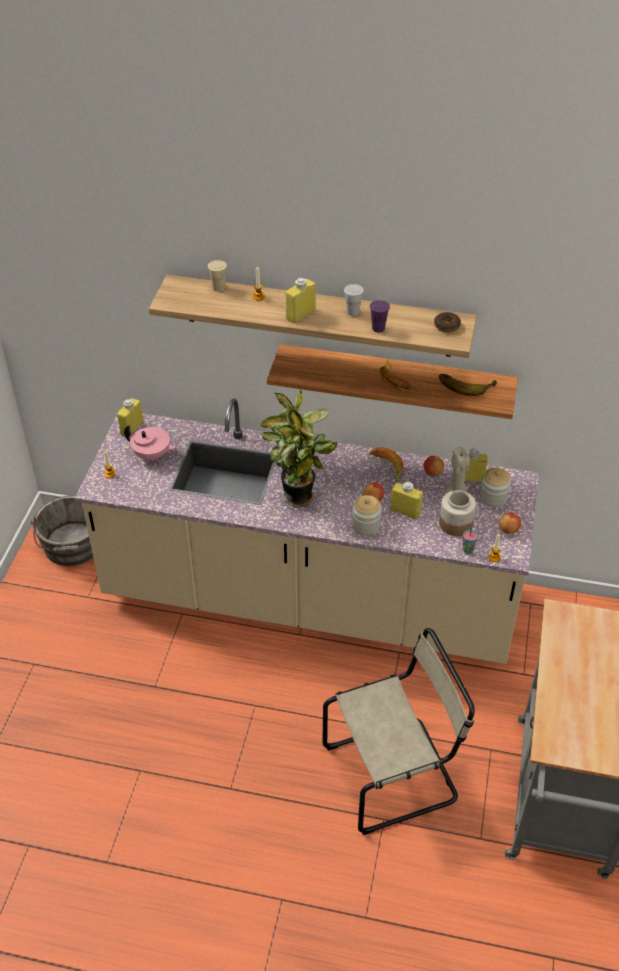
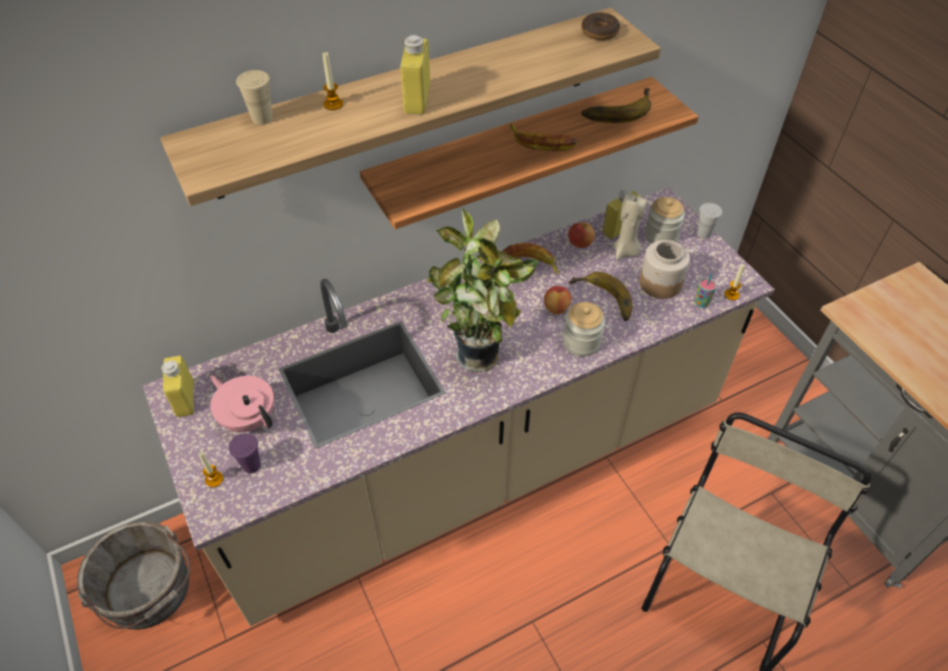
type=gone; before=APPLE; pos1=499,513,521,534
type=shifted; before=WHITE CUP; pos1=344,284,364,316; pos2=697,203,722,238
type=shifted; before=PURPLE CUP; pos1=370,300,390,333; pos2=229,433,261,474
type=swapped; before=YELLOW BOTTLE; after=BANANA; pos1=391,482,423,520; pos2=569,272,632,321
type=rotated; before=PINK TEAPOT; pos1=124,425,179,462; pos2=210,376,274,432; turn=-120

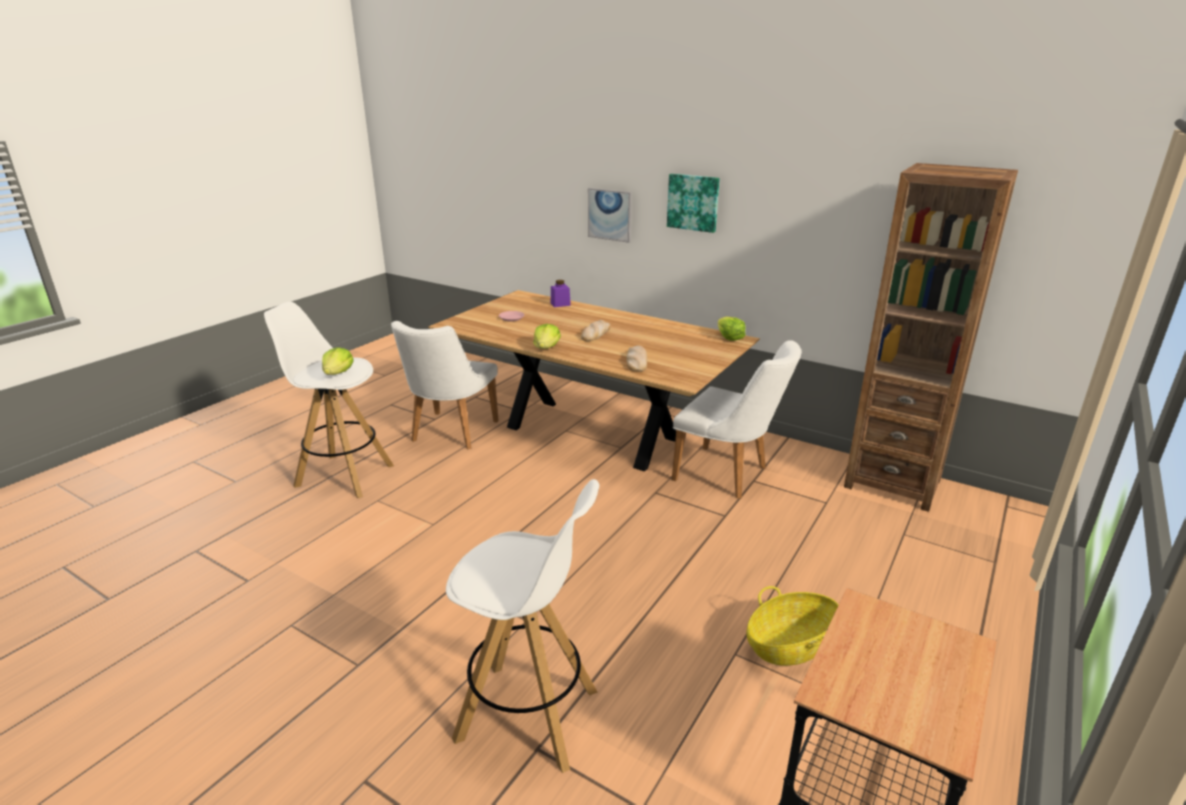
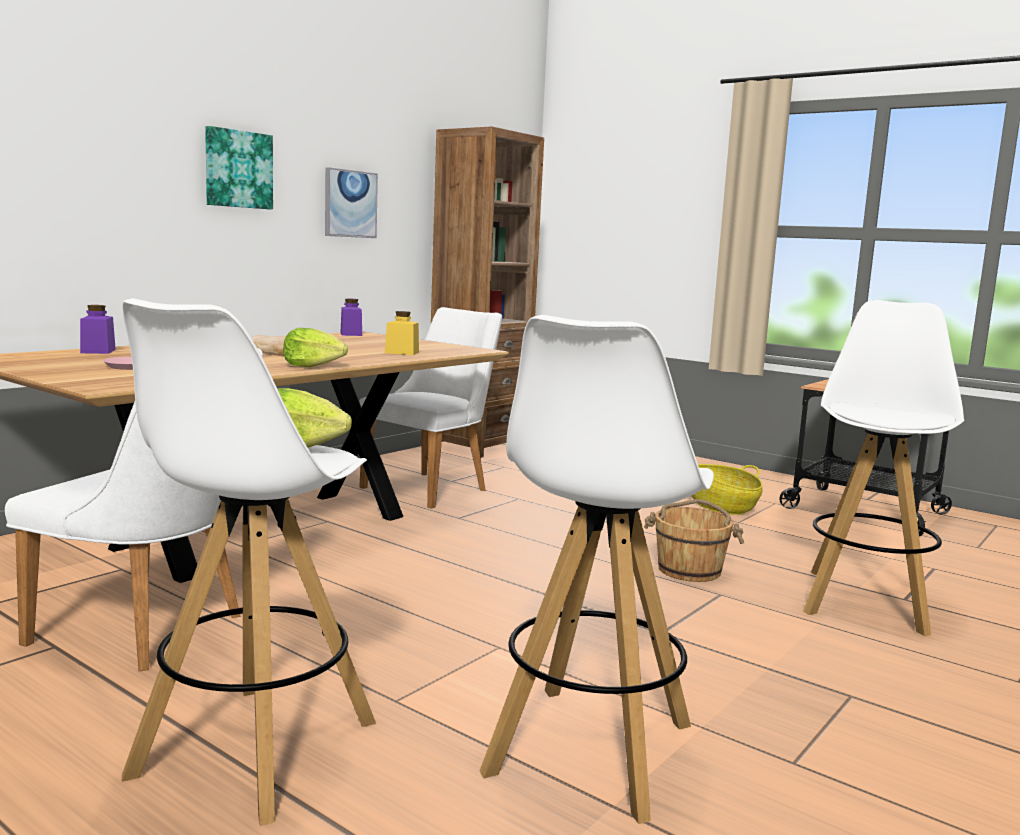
type=new; after=WHITE STOOL; pos2=480,315,714,824
type=new; after=BROWN BUCKET; pos2=644,499,744,582
type=shifted; before=PICTURE; pos1=588,188,632,243; pos2=325,167,378,238
type=swapped; before=BREAD; after=YELLOW JAR; pos1=626,345,647,371; pos2=385,311,419,355
type=swapped; before=LETTUCE; after=PURPLE JAR; pos1=718,317,746,341; pos2=340,299,362,336

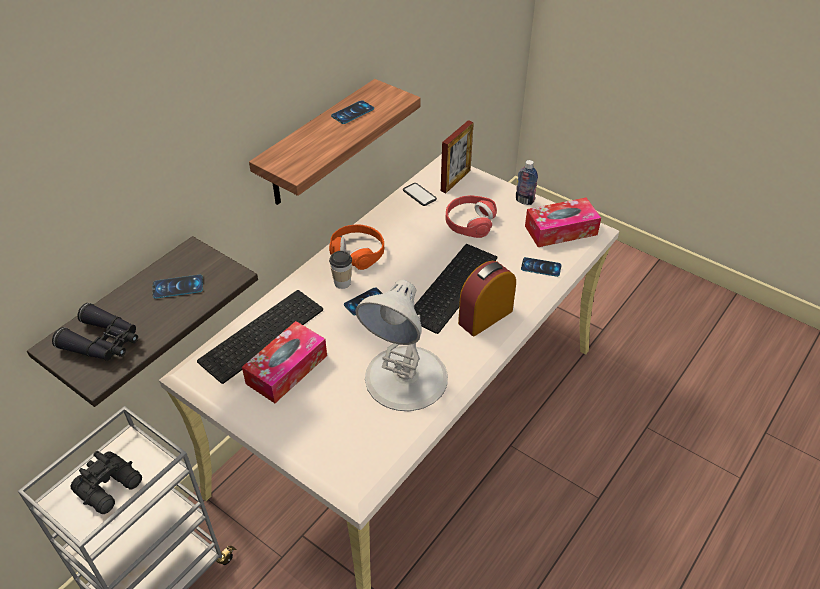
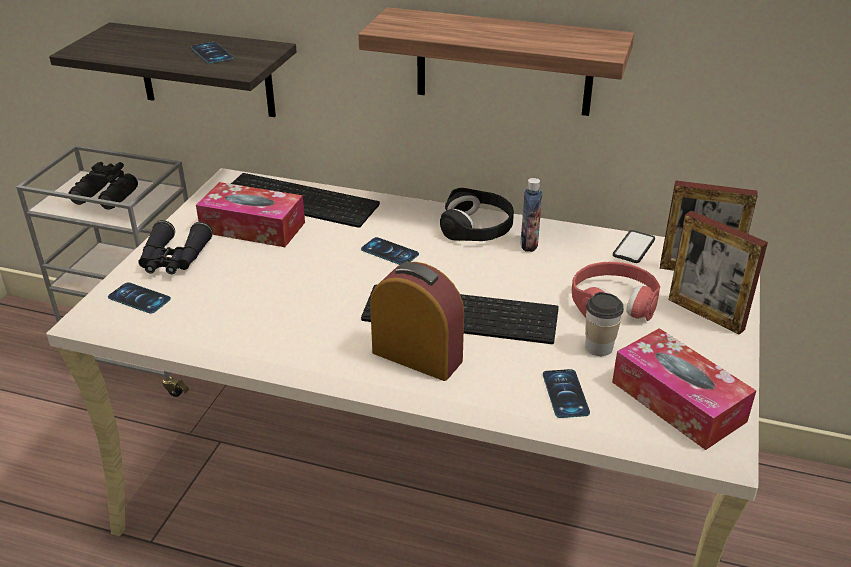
type=gone; before=WHITE TABLE LAMP; pos1=355,280,448,411
type=new; after=PICTURE FRAME; pos2=669,211,768,335
type=shifted; before=BLACK BINOCULARS; pos1=52,303,138,361; pos2=138,220,213,274
type=shifted; before=CUP; pos1=329,251,352,289; pos2=585,292,624,356
type=shifted; before=PHONE; pos1=331,100,374,124; pos2=108,282,171,314
type=shifted; before=BOTTLE; pos1=516,160,538,205; pos2=520,178,542,252
type=repainted; before=ORANGE HEADPHONES; after=BLACK HEADPHONES; pos1=329,224,384,270; pos2=440,188,514,241

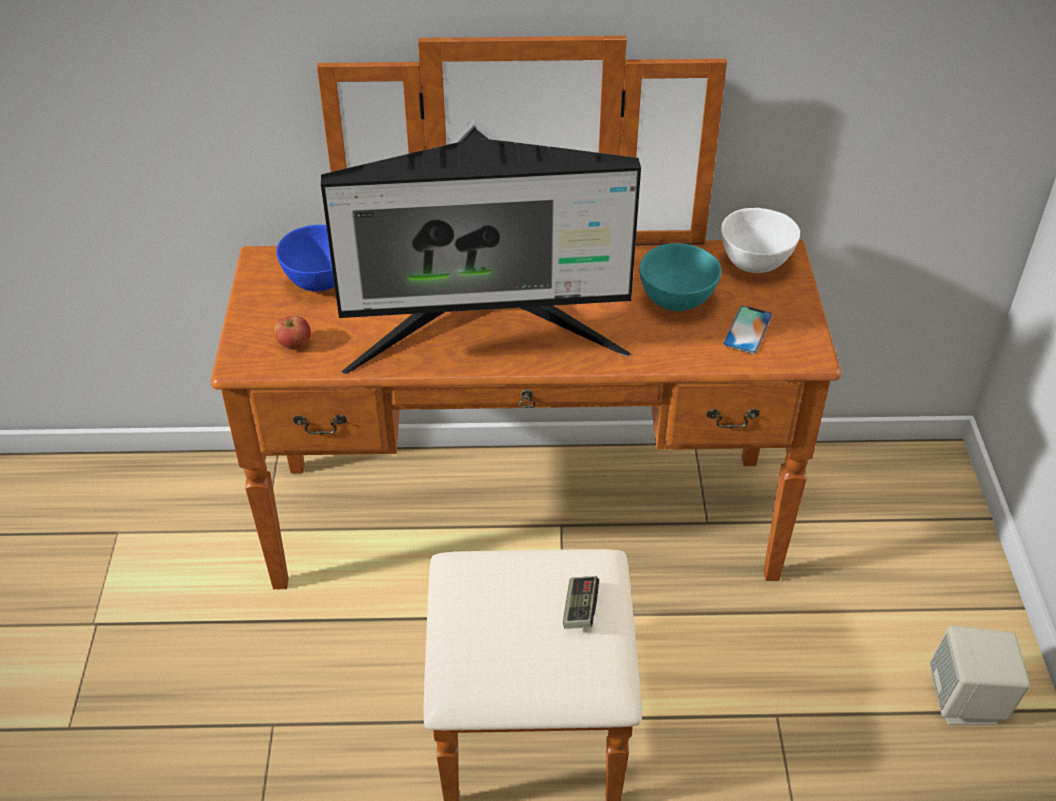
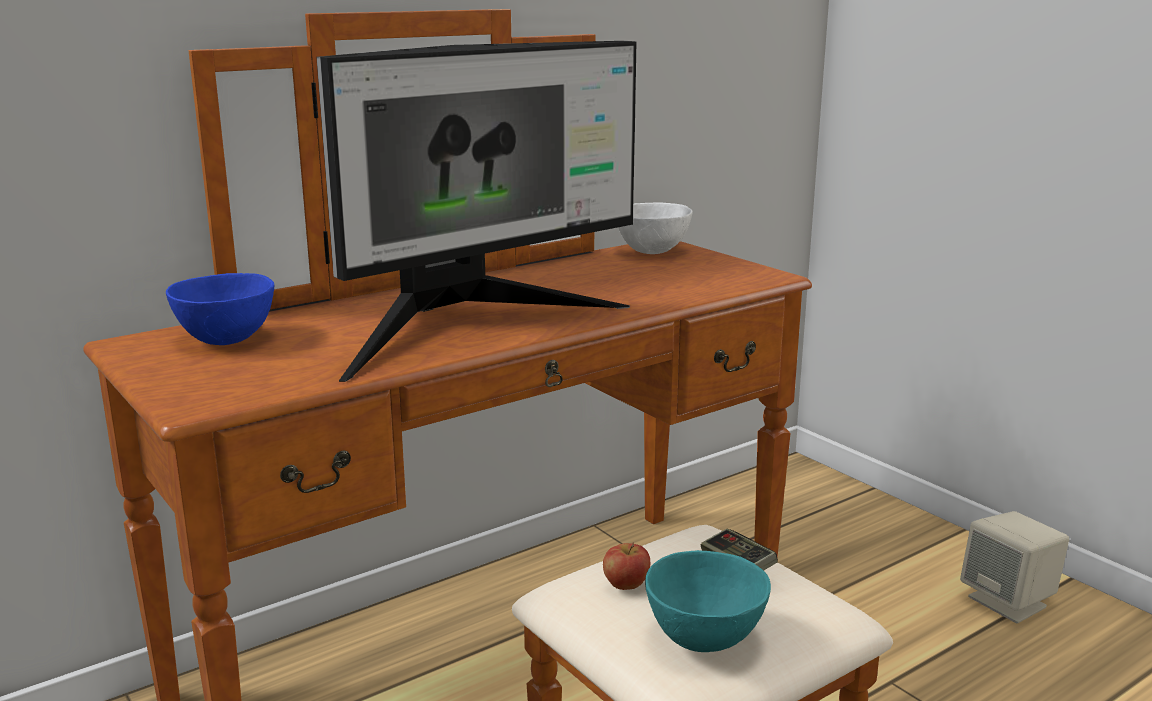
type=gone; before=PHONE; pos1=723,306,773,354
type=shifted; before=APPLE; pos1=275,316,311,350; pos2=603,542,650,590
type=shifted; before=TURQUOISE BOWL; pos1=639,243,721,311; pos2=645,550,771,652

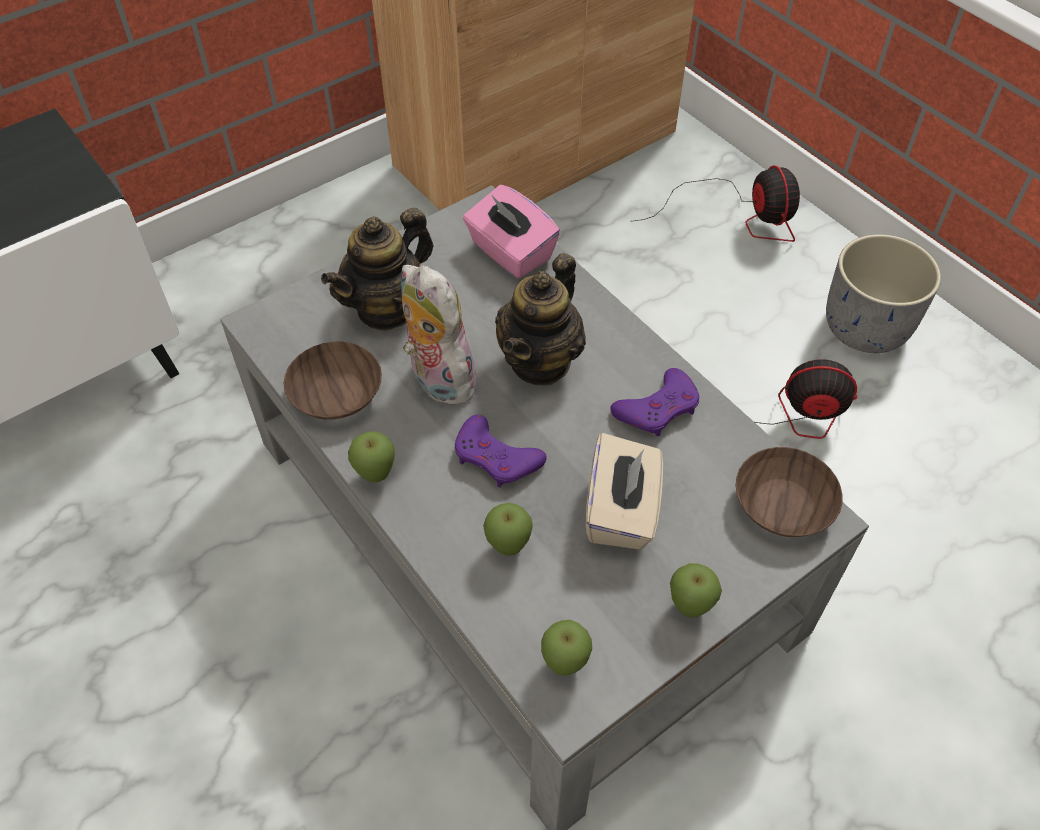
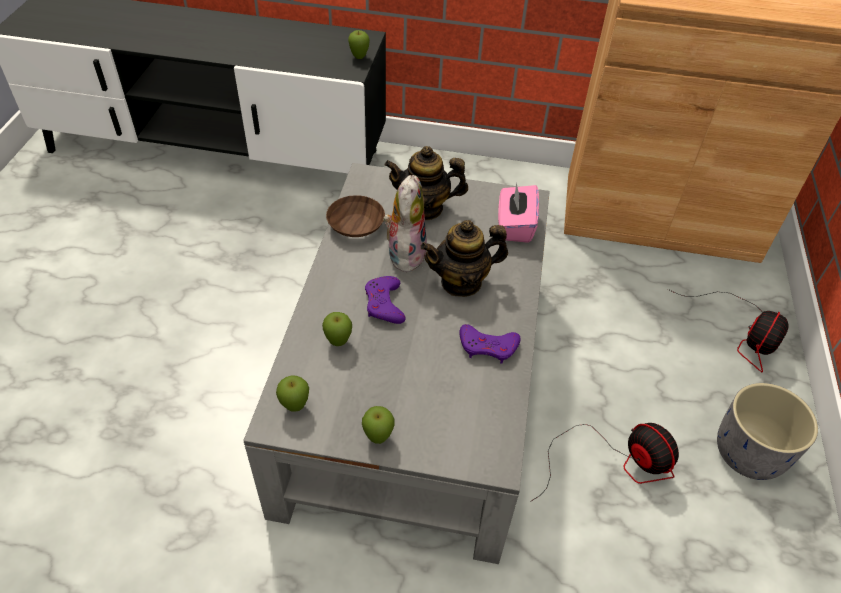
type=gone; before=BEIGE TISSUE BOX; pos1=586,433,663,550
type=gone; before=BROWN BOWL; pos1=736,447,843,537
type=shifted; before=APPLE; pos1=348,431,395,482; pos2=348,30,370,59

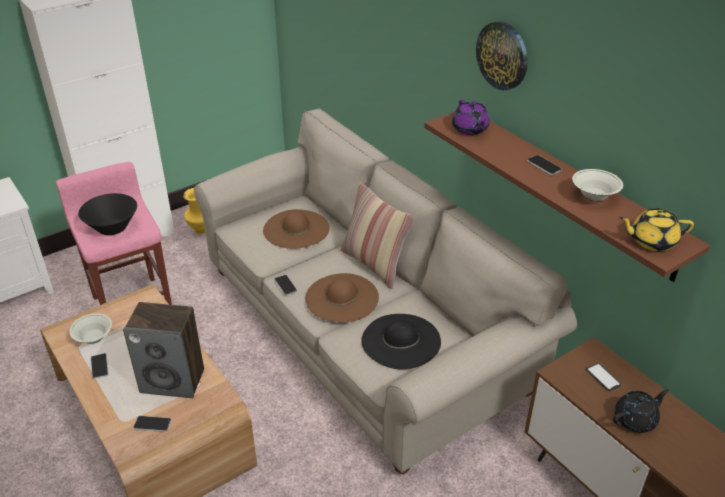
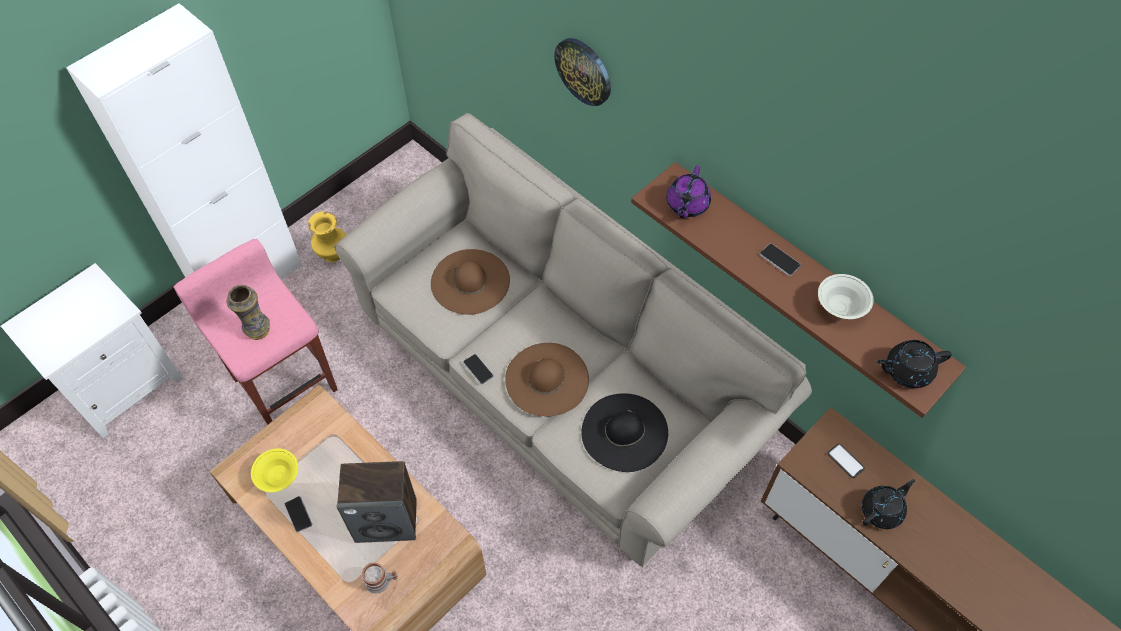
type=gone; before=PILLOW; pos1=340,182,414,289
type=shifted; before=WALL CLOCK; pos1=476,21,528,90; pos2=554,38,611,106
type=swapped; before=BLACK BOWL; after=VASE; pos1=78,193,137,235; pos2=226,285,270,340
type=swapped; before=PHONE; after=MUG; pos1=133,416,171,432; pos2=362,562,398,594
type=repainted; before=WHITE BOWL; after=YELLOW BOWL; pos1=69,313,112,344; pos2=251,448,298,492
type=repainted; before=YELLOW TEAPOT; after=BLACK TEAPOT; pos1=620,208,694,251; pos2=876,340,952,388
type=rotated; before=PURPLE TEAPOT; pos1=452,100,490,135; pos2=666,166,711,218; turn=45

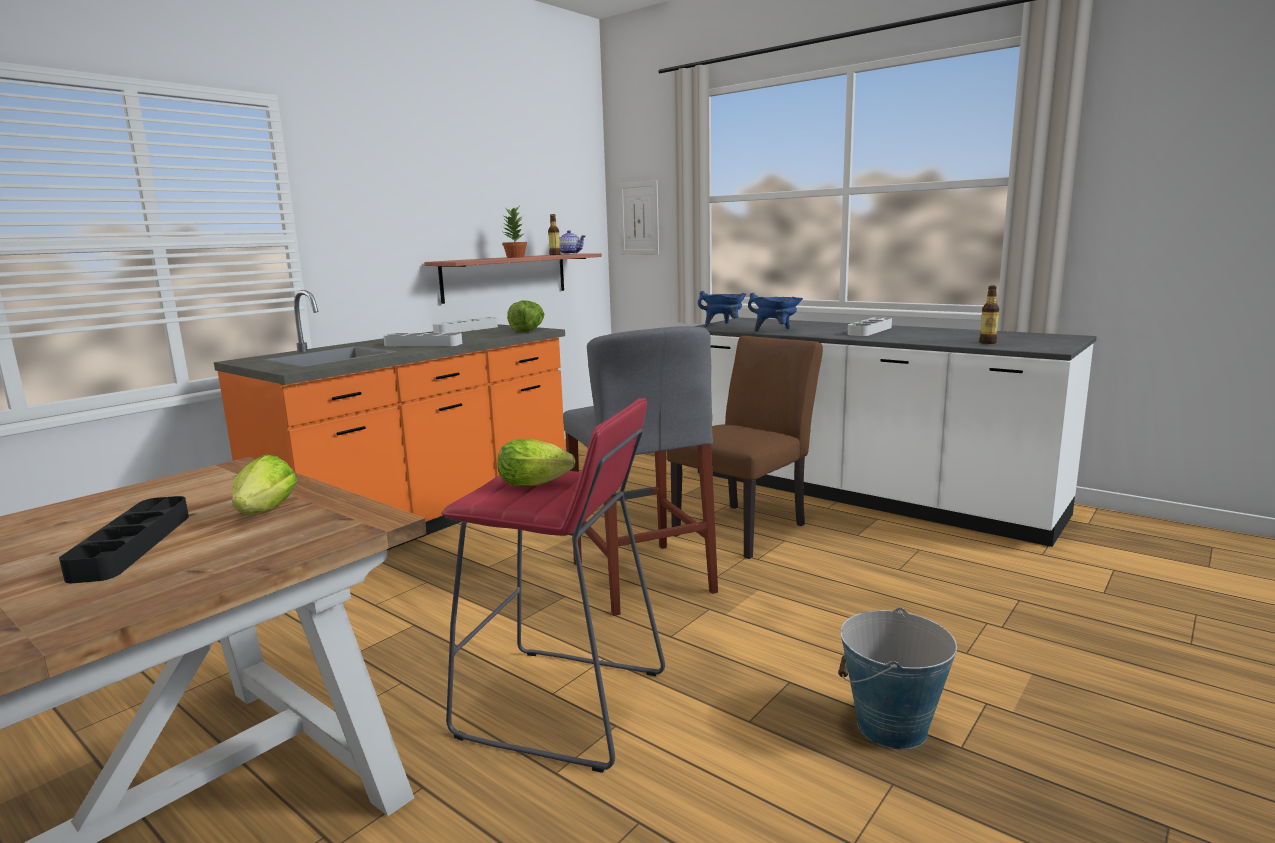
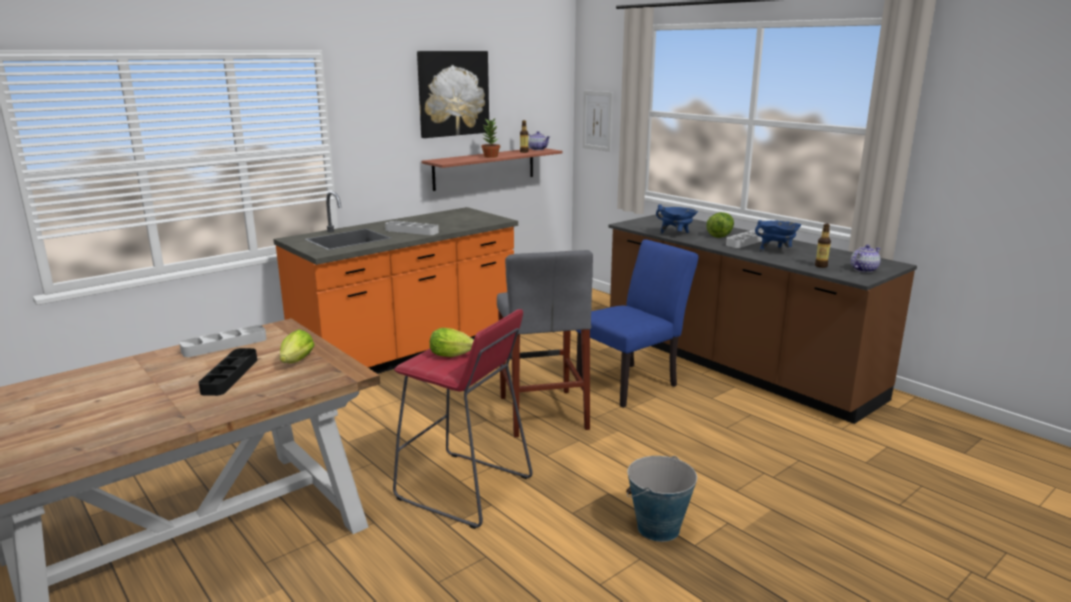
type=new; after=PICTURE; pos2=417,51,489,138
type=new; after=TEAPOT; pos2=851,244,881,273
type=shifted; before=GREY TRAY; pos1=433,317,498,333; pos2=179,325,267,357
type=shifted; before=LETTUCE; pos1=507,300,544,332; pos2=706,212,734,238
type=shifted; before=BLUE COOKING POT; pos1=698,291,746,327; pos2=755,220,801,252
type=repainted; before=BROWN CHAIR; after=BLUE CHAIR; pos1=667,336,823,559; pos2=575,239,698,408
type=repainted; before=WHITE COUNTER; after=BROWN COUNTER; pos1=693,317,1097,547; pos2=608,213,917,424

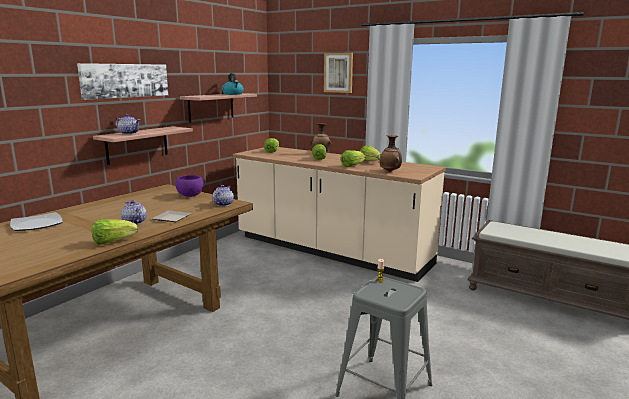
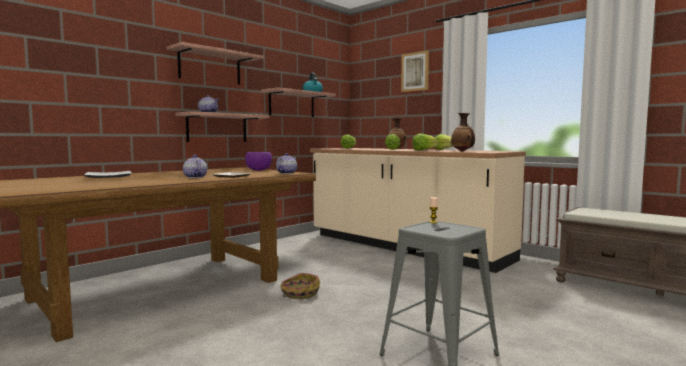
type=gone; before=LETTUCE; pos1=92,219,138,245
type=new; after=BASKET; pos2=280,273,320,299
type=swapped; before=PICTURE; after=SHELF; pos1=77,63,168,100; pos2=167,42,264,85

